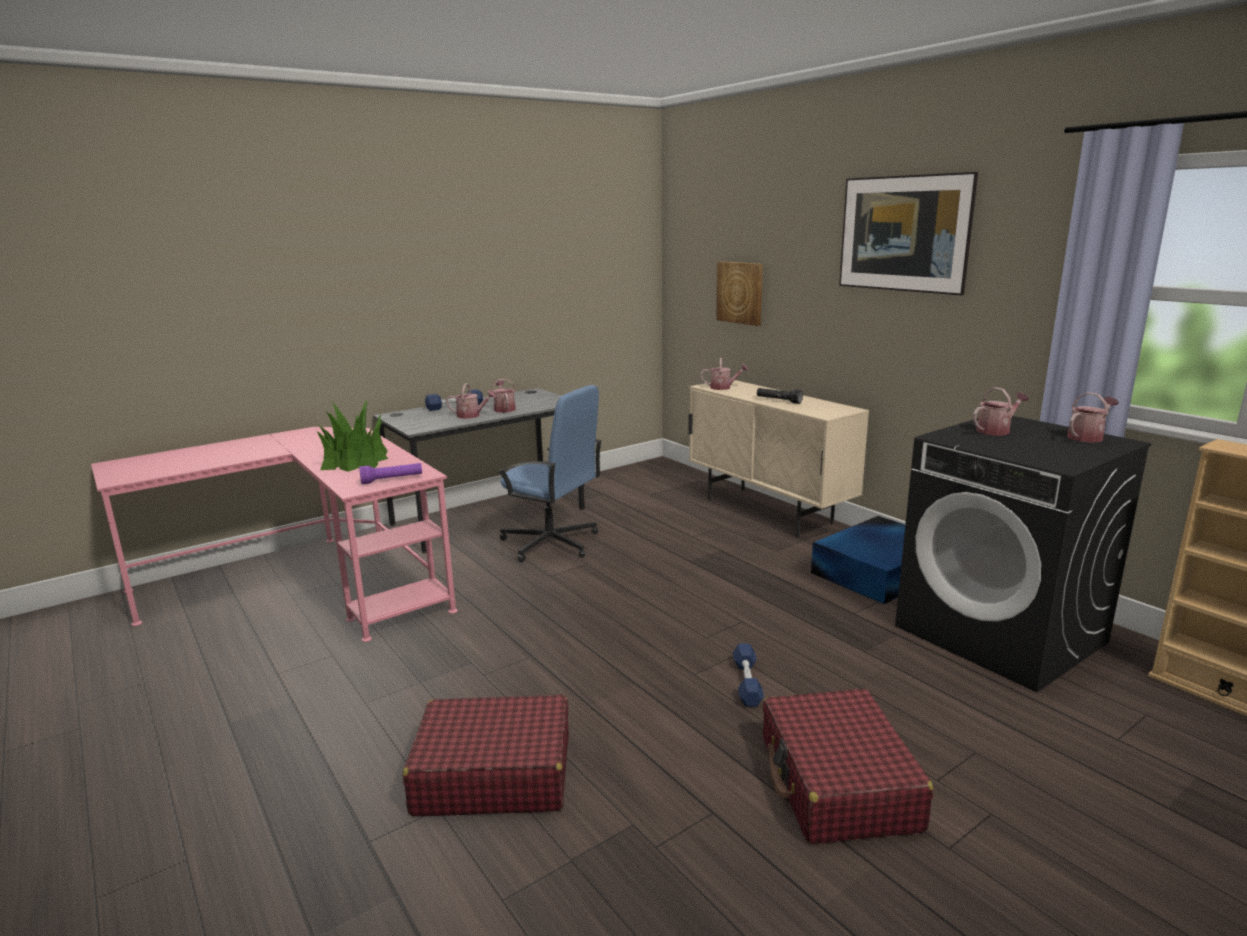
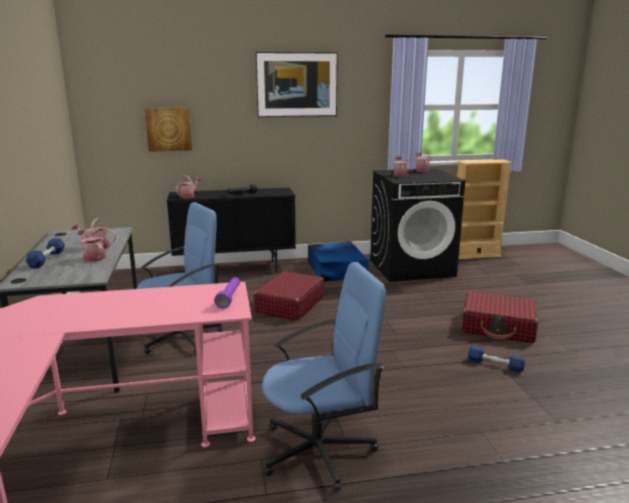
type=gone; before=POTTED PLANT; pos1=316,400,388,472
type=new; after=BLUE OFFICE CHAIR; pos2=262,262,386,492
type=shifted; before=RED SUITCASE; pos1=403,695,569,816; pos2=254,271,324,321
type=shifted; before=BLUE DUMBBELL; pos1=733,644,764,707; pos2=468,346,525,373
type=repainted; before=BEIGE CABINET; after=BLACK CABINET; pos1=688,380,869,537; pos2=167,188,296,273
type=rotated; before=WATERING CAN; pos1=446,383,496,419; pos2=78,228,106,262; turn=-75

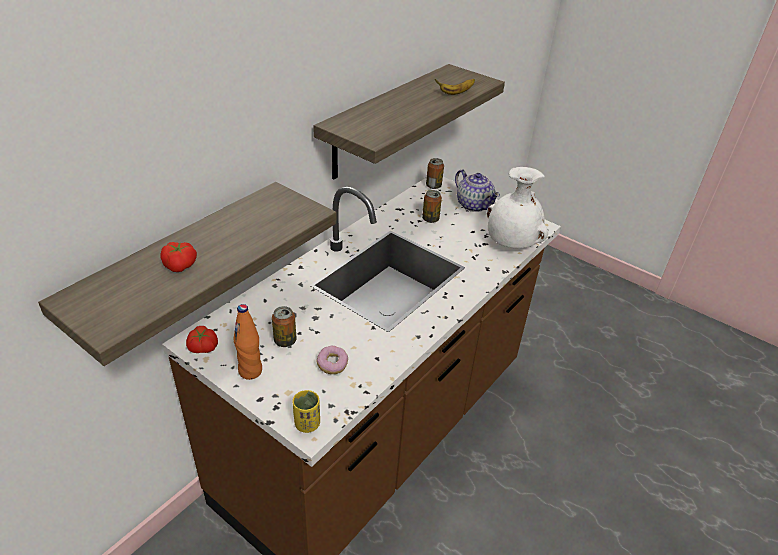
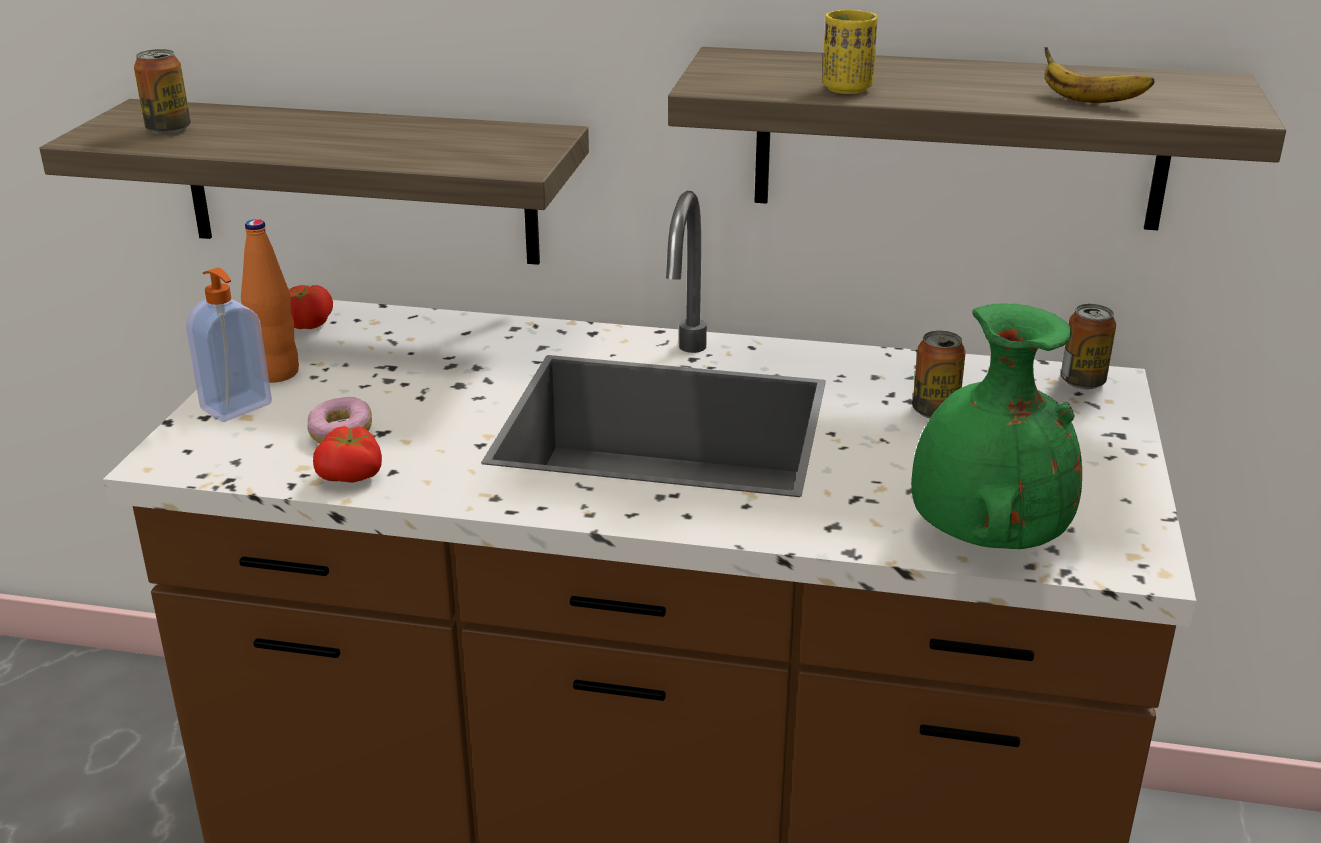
type=gone; before=TEAPOT; pos1=455,169,500,212
type=new; after=SOAP DISPENSER; pos2=186,267,272,422
type=shifted; before=TOMATO; pos1=160,242,197,272; pos2=313,426,382,483
type=shifted; before=CAN; pos1=272,306,297,347; pos2=134,49,191,135
type=shifted; before=YELLOW CUP; pos1=293,390,320,433; pos2=823,10,878,94
type=repainted; before=WHITE VASE; after=GREEN VASE; pos1=487,167,548,248; pos2=911,303,1082,549

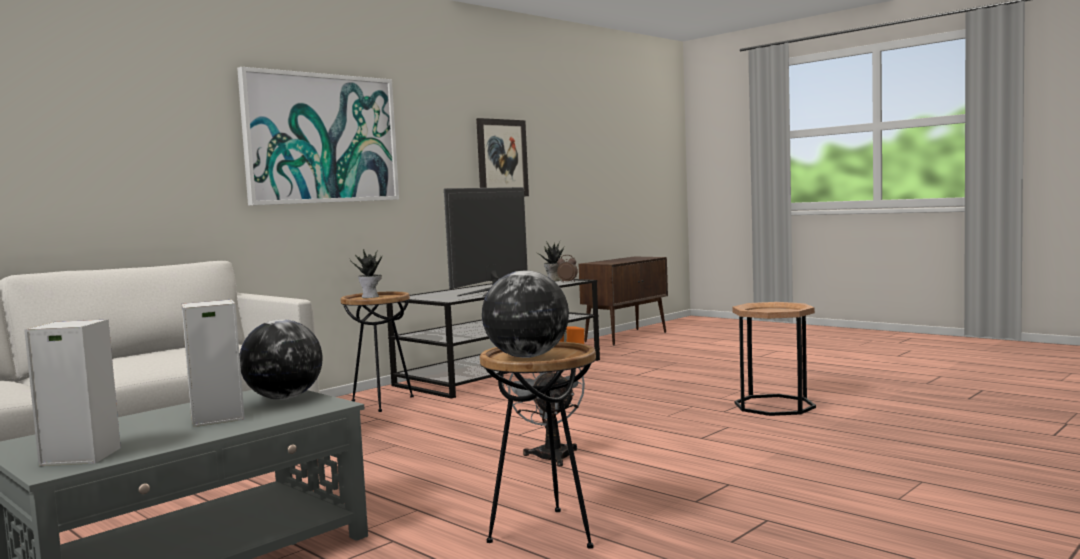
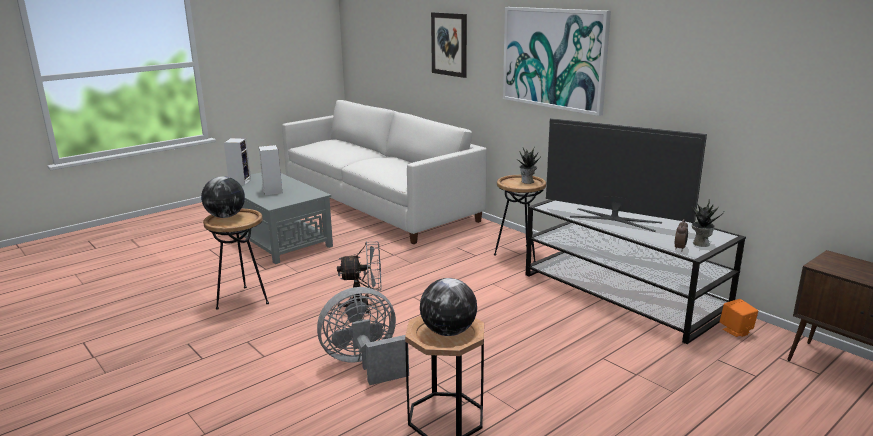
type=new; after=GREY FAN; pos2=317,287,409,385
type=shifted; before=GLOBE; pos1=240,319,323,400; pos2=420,278,477,336
type=shifted; before=PICTURE; pos1=476,118,529,196; pos2=431,12,467,78

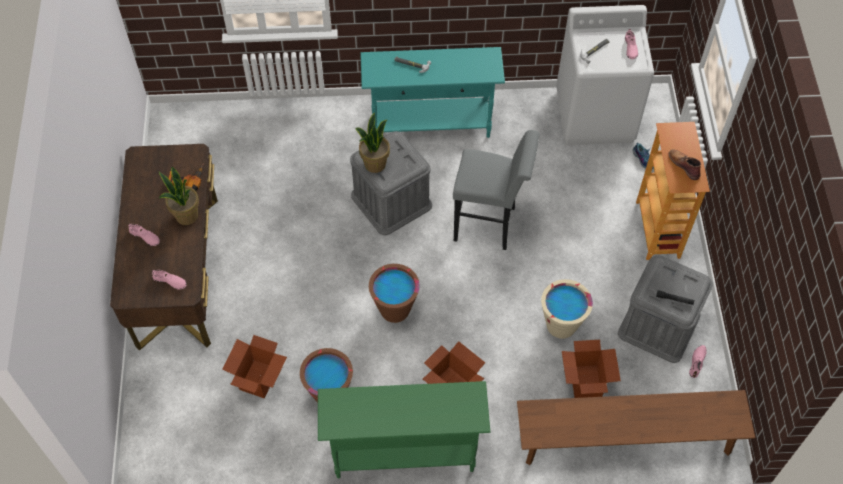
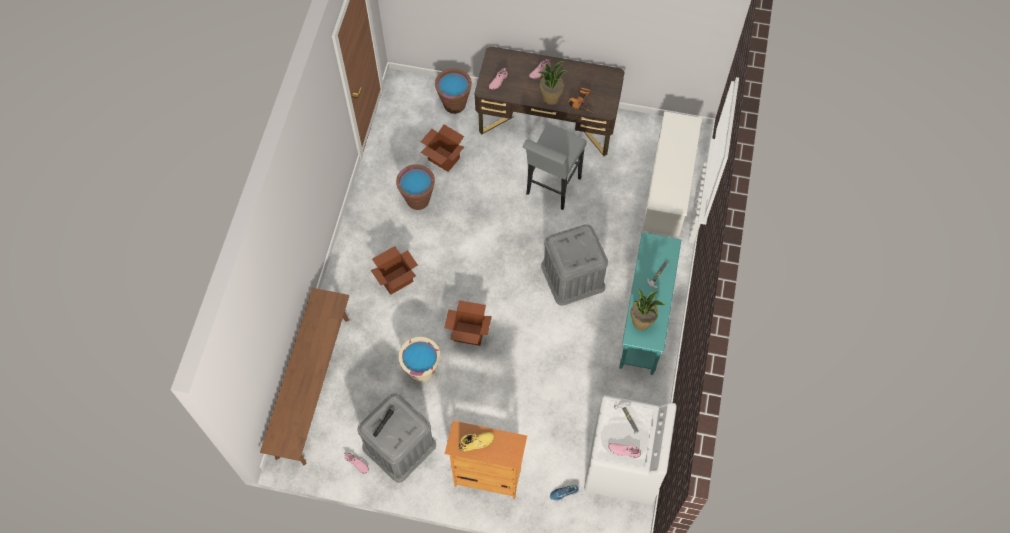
type=gone; before=GREEN CONSOLE TABLE; pos1=318,381,490,479
type=new; after=WHITE SHOE RACK; pos2=642,111,702,237
type=shifted; before=POTTED PLANT; pos1=355,112,390,173; pos2=630,288,665,330
type=shifted; before=BROWN BUCKET; pos1=369,264,420,323; pos2=435,68,472,114
type=shifted; before=GREY STOOL; pos1=453,130,540,250; pos2=523,124,587,210
type=shifted; before=CARDBOARD BOX; pos1=562,340,621,398; pos2=444,300,492,346
type=repainted; before=BROWN BOOT; after=YELLOW BOOT; pos1=669,149,701,180; pos2=458,432,494,451

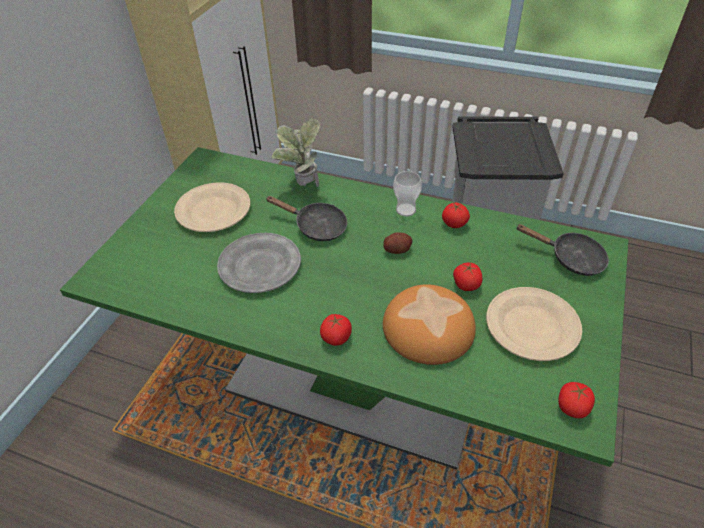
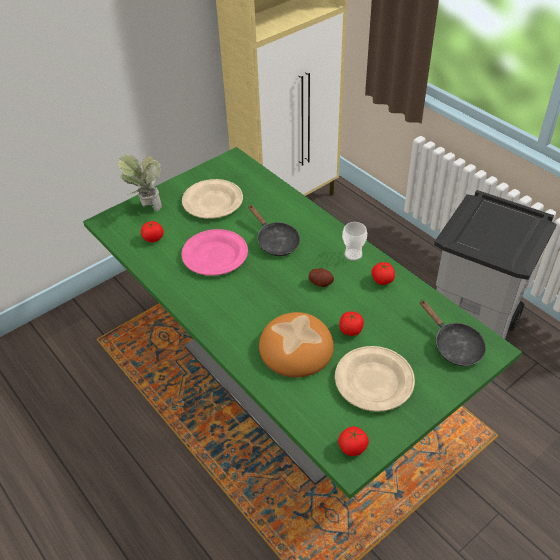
type=shifted; before=POTTED PLANT; pos1=272,118,320,187; pos2=118,154,162,211
type=shifted; before=TOMATO; pos1=320,314,352,346; pos2=141,221,164,242
type=repainted; before=GREY PLATE; after=PINK PLATE; pos1=217,233,301,293; pos2=181,229,248,276

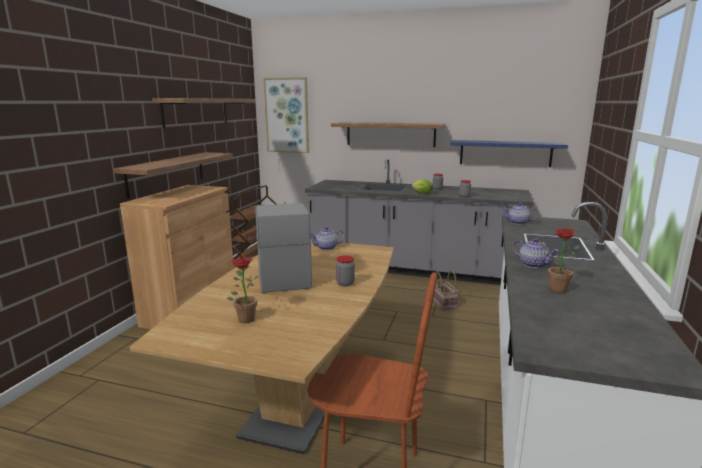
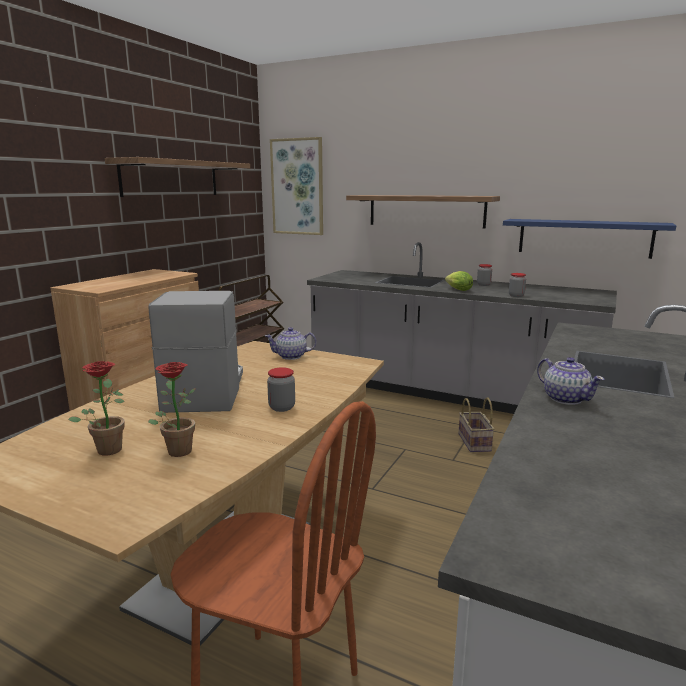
type=gone; before=SHELF; pos1=114,152,233,199
type=gone; before=TEAPOT; pos1=502,203,538,225
type=shifted; before=POTTED PLANT; pos1=539,228,579,293; pos2=148,362,195,457

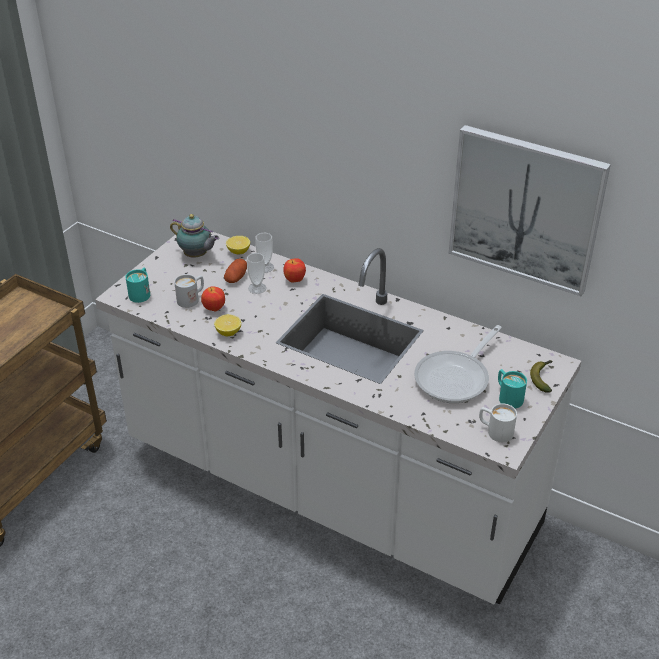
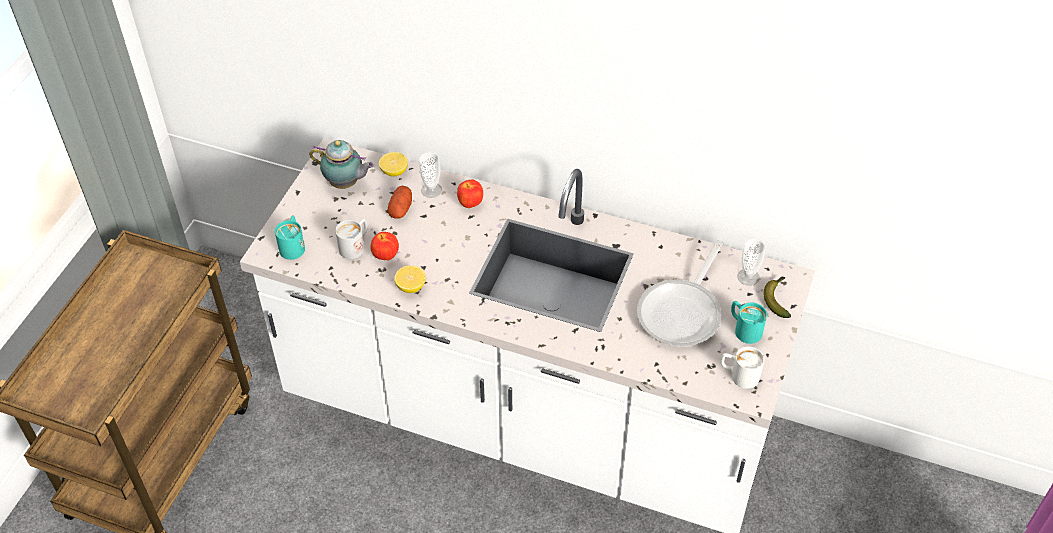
type=gone; before=PICTURE; pos1=449,125,611,296
type=shifted; before=CUP; pos1=247,253,266,294; pos2=737,239,765,286

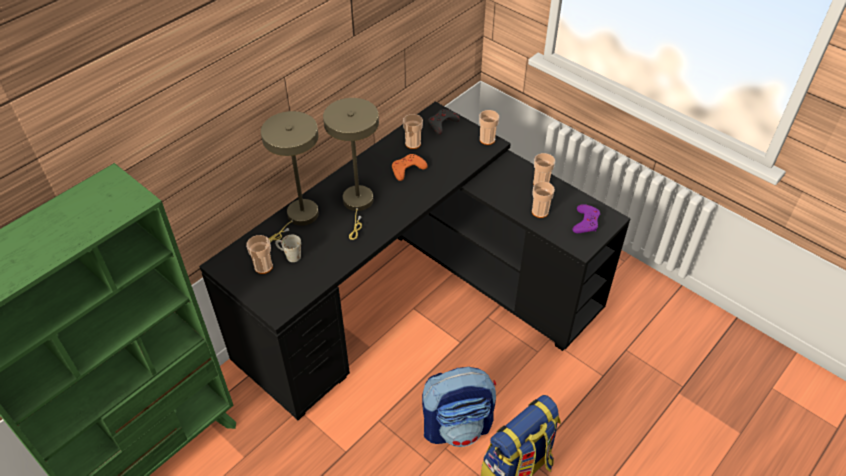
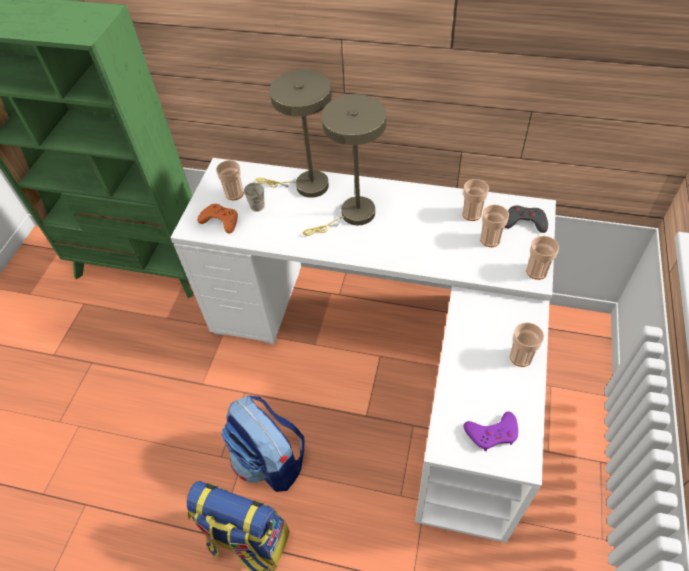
type=shifted; before=ORANGE GAME CONTROLLER; pos1=392,154,428,181; pos2=197,204,238,234
type=shifted; before=CUP; pos1=532,181,555,218; pos2=480,205,509,247
type=repainted; before=BLACK DESK; after=WHITE DESK; pos1=199,101,631,420; pos2=170,158,556,543

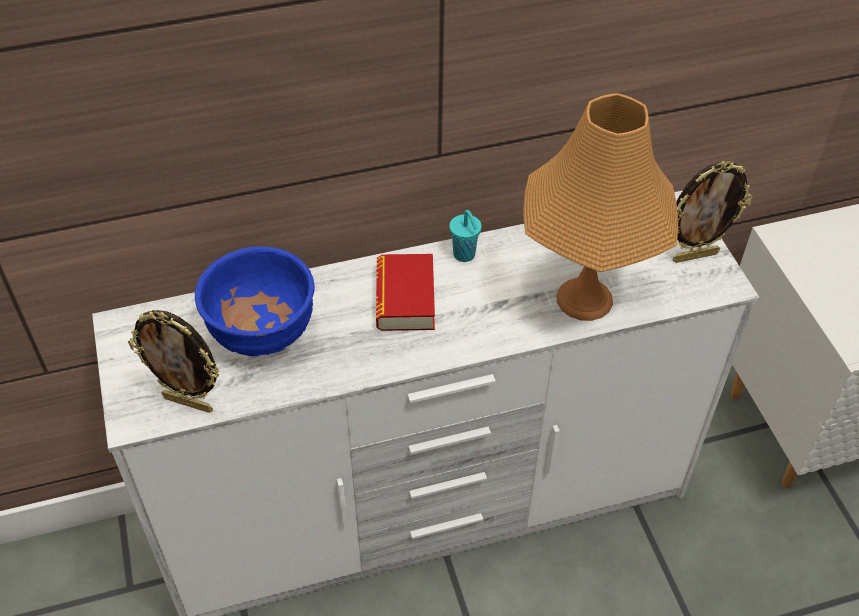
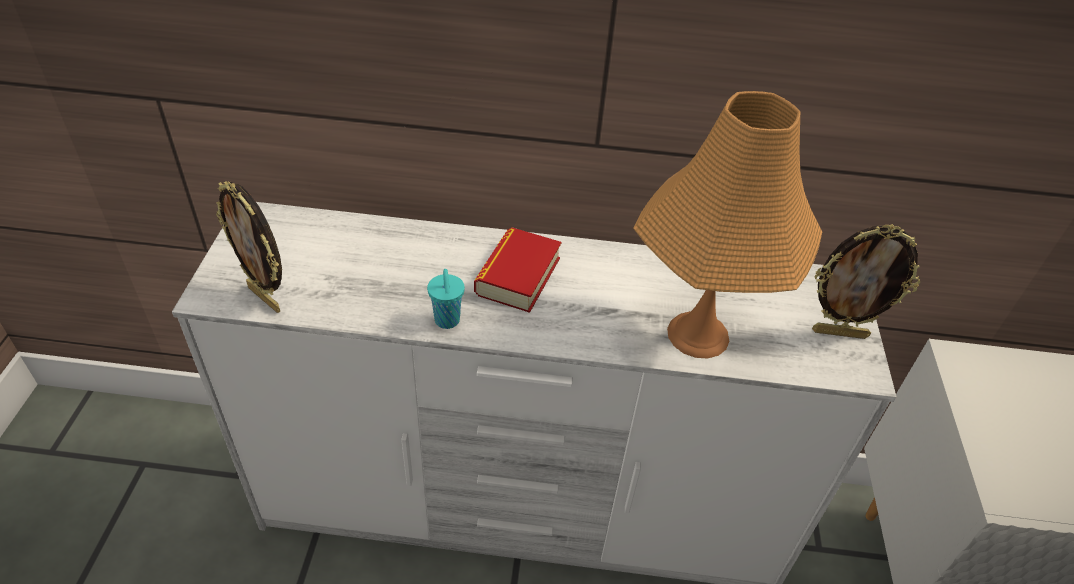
type=gone; before=BLUE BOWL; pos1=195,246,315,356
type=shifted; before=TURQUOISE CUP; pos1=449,210,482,262; pos2=427,269,465,329

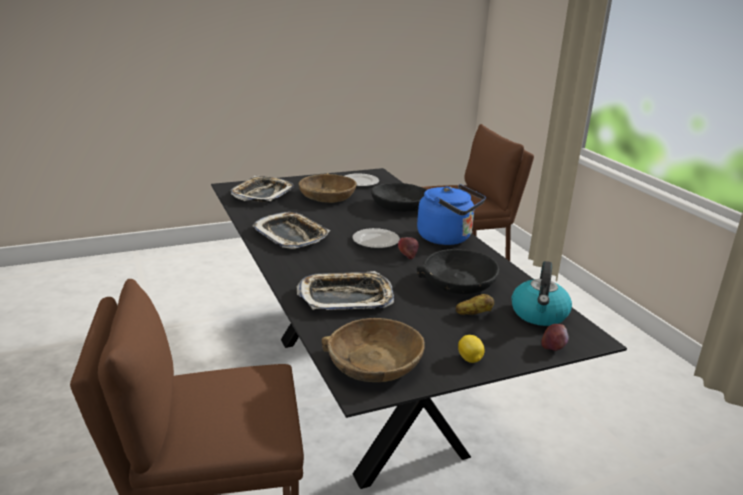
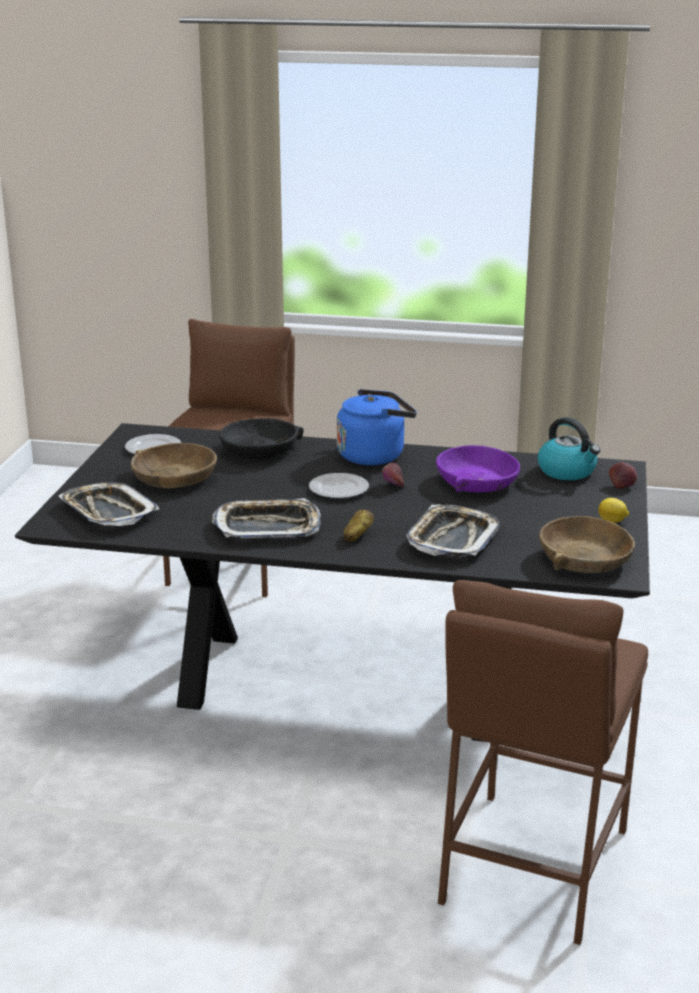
type=shifted; before=POTATO; pos1=456,294,494,315; pos2=344,510,374,542
type=repainted; before=BLACK BOWL; after=PURPLE BOWL; pos1=417,249,499,294; pos2=436,445,520,492

